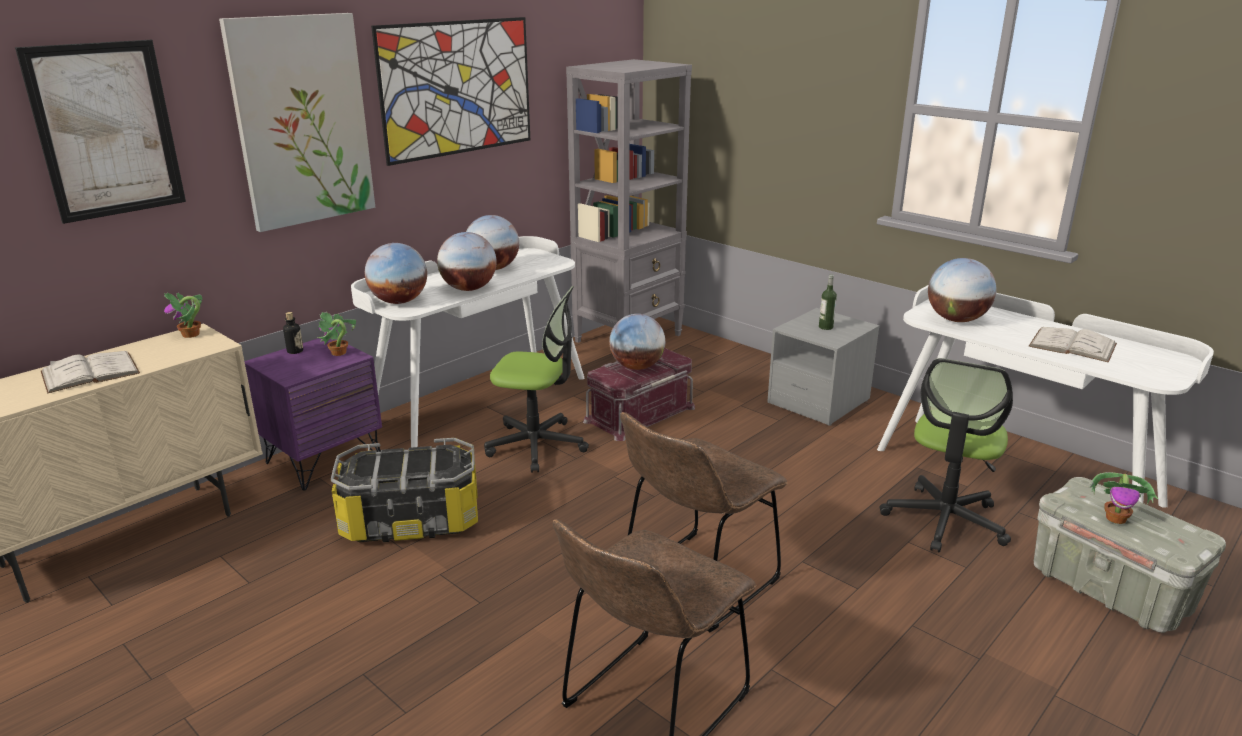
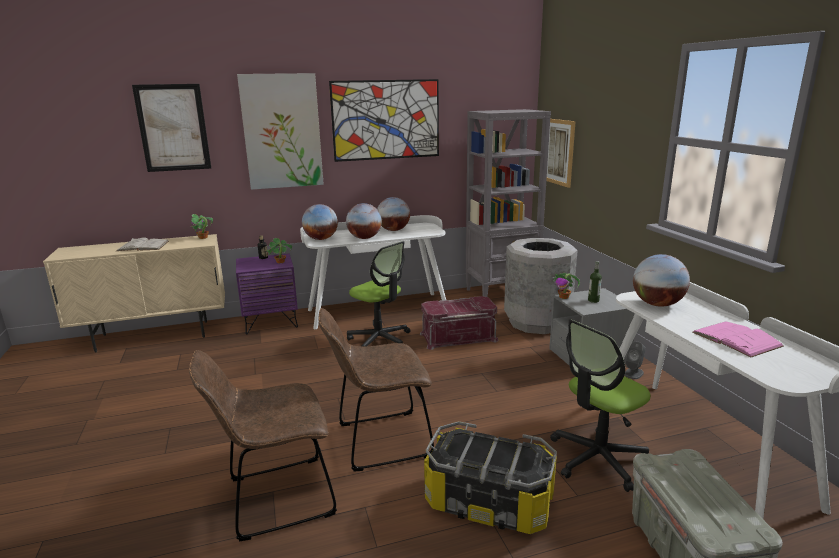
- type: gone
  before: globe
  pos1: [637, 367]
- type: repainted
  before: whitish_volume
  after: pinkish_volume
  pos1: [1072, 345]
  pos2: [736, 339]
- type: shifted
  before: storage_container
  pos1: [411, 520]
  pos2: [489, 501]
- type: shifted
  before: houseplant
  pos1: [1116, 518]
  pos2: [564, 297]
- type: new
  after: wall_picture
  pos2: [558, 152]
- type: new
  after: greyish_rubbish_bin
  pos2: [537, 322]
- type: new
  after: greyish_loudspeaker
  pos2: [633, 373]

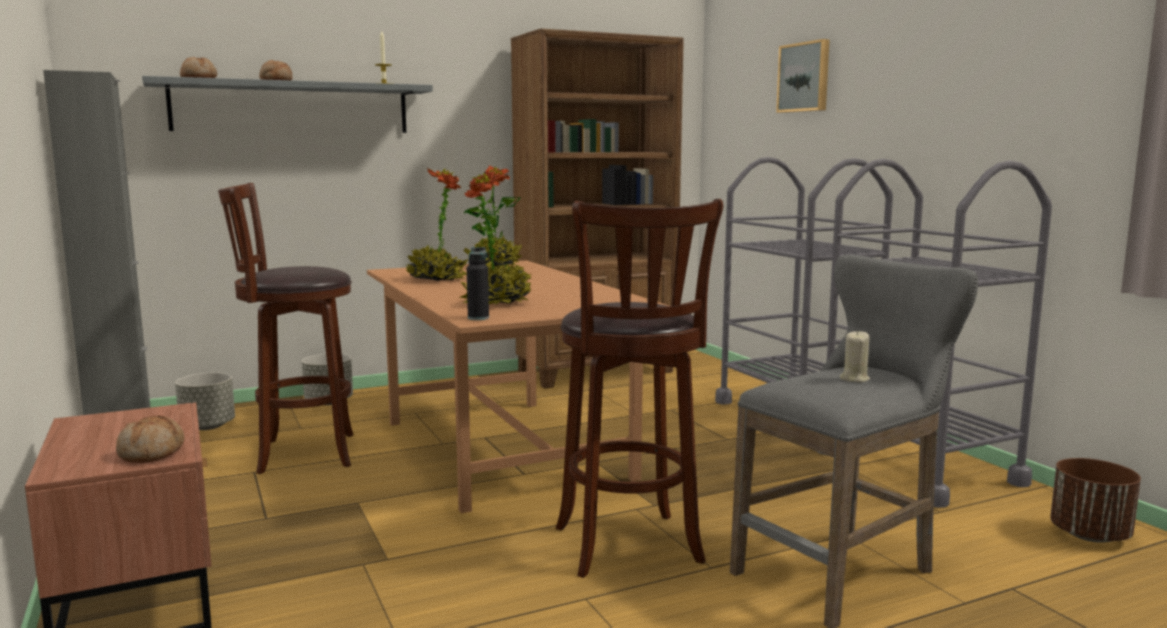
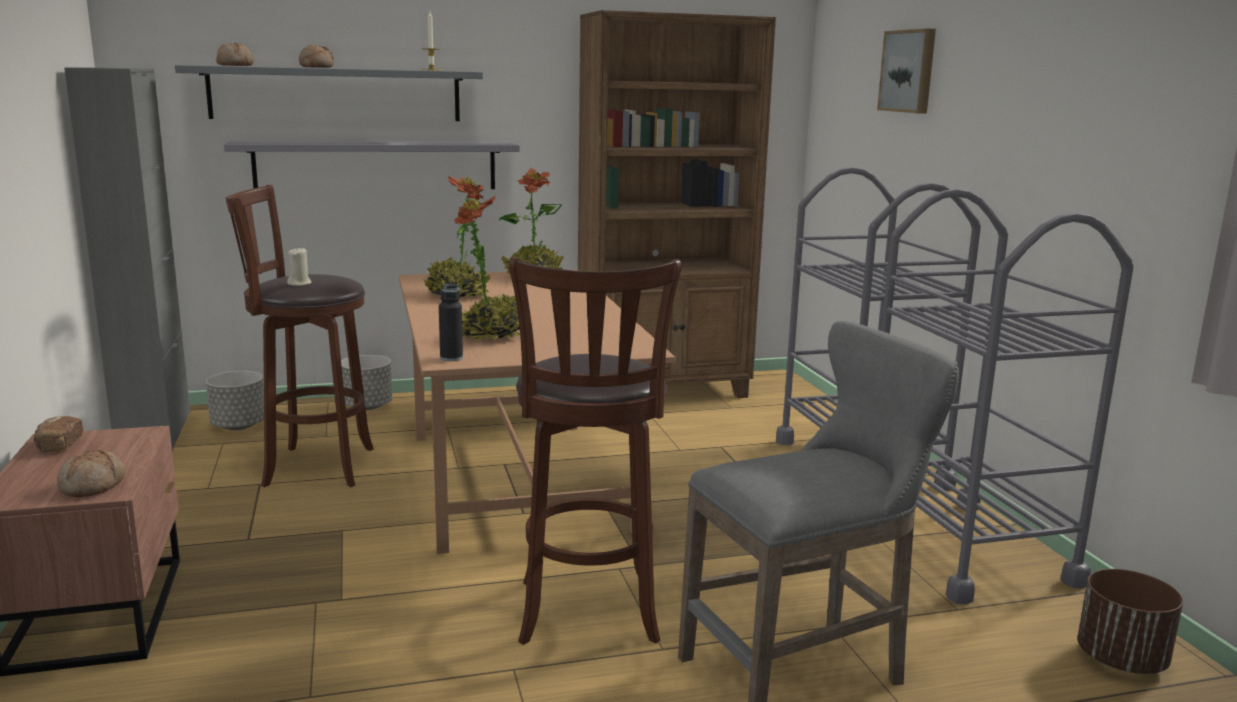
- type: shifted
  before: beige_wax_candle
  pos1: [854, 379]
  pos2: [299, 284]
- type: new
  after: greyish_wall_shelf
  pos2: [376, 165]
- type: new
  after: baked_bread
  pos2: [58, 446]

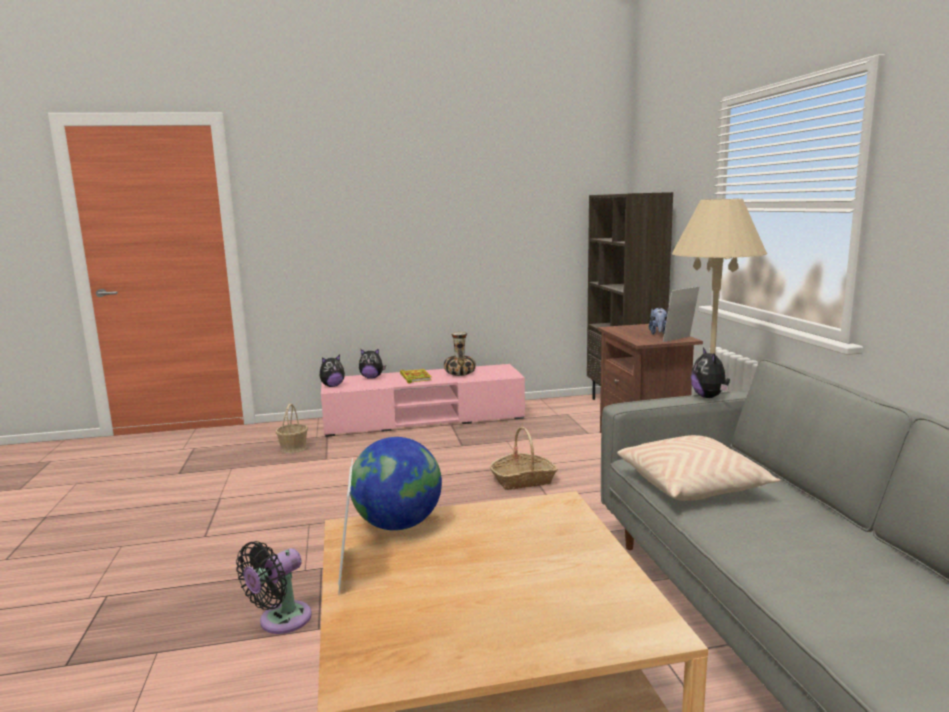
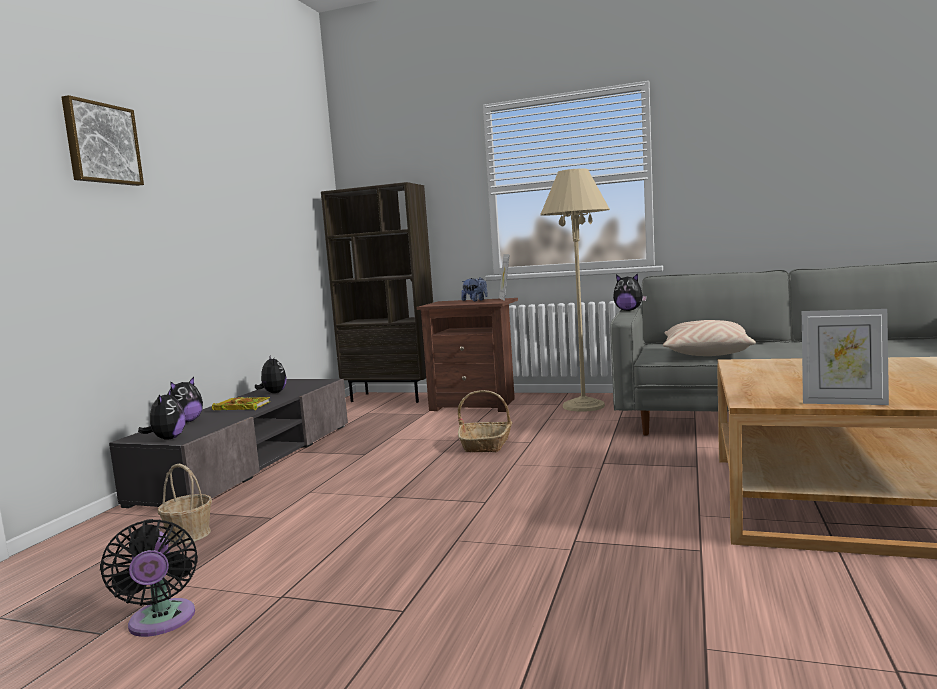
- type: swapped
  before: vase
  after: soft_toy
  pos1: [460, 373]
  pos2: [273, 393]
- type: repainted
  before: pinkish_media_console
  after: greyish_media_console
  pos1: [423, 419]
  pos2: [252, 460]
- type: gone
  before: globe
  pos1: [398, 525]
- type: shifted
  before: black-coloured_cooling_fan
  pos1: [280, 621]
  pos2: [161, 622]
- type: new
  after: wall_picture
  pos2: [101, 144]

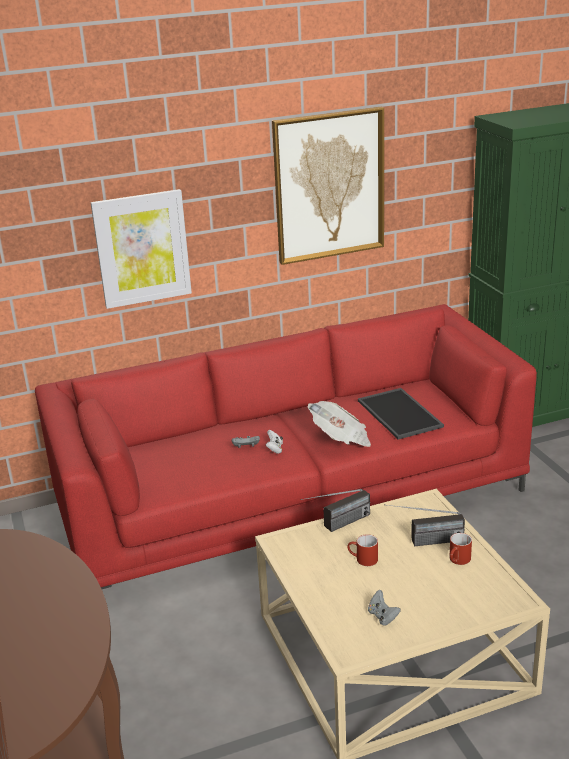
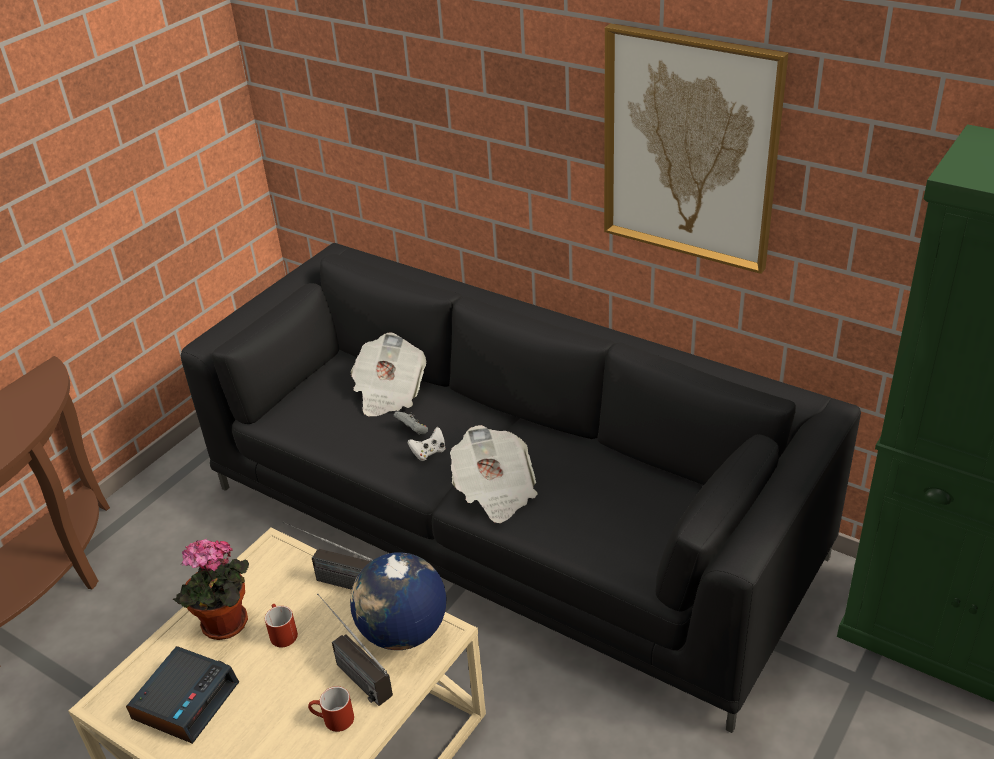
- type: gone
  before: wall_picture
  pos1: [142, 248]
- type: repainted
  before: red_couch
  after: black-coloured_couch
  pos1: [291, 499]
  pos2: [508, 522]
- type: gone
  before: carrying_tray
  pos1: [401, 413]
- type: swapped
  before: greyish_gamepad
  after: alarm_clock
  pos1: [382, 616]
  pos2: [186, 700]
- type: new
  after: newspaper
  pos2: [389, 392]
- type: new
  after: houseplant
  pos2: [224, 627]
- type: new
  after: globe
  pos2: [403, 632]

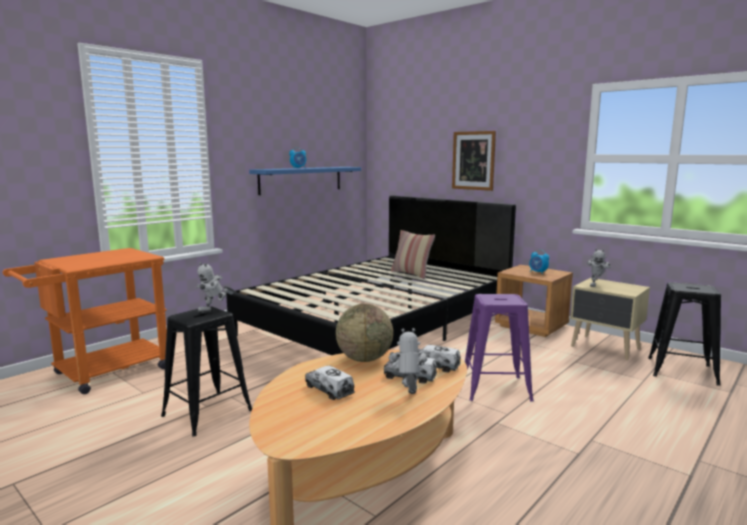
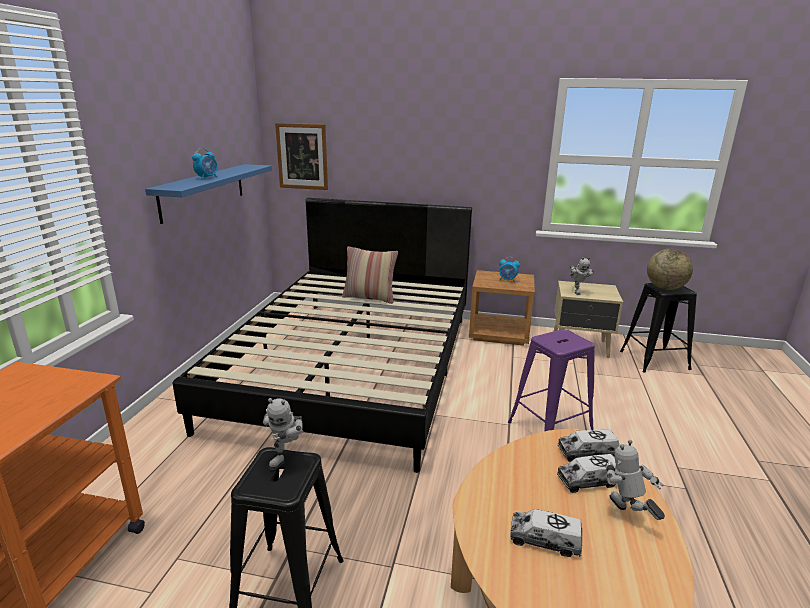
- type: shifted
  before: wall_picture
  pos1: [473, 160]
  pos2: [302, 156]
- type: shifted
  before: globe
  pos1: [364, 359]
  pos2: [665, 288]

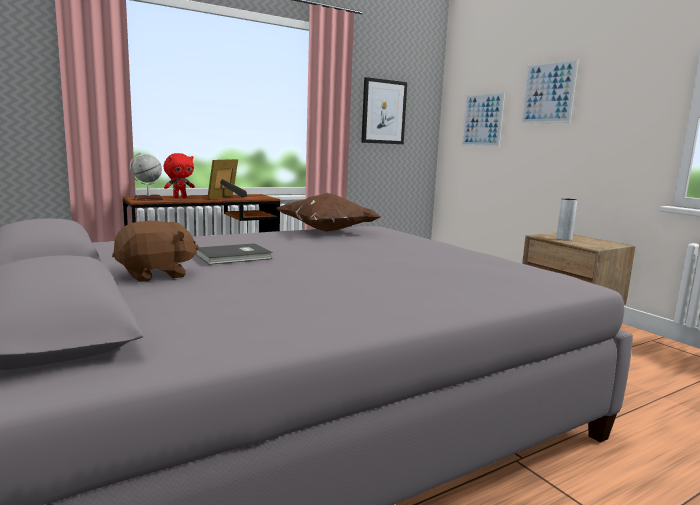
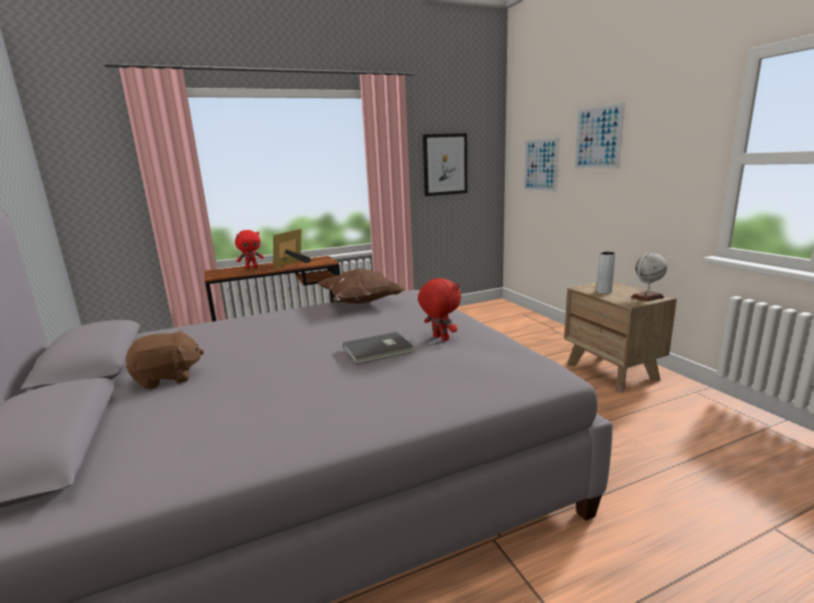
- type: shifted
  before: globe
  pos1: [148, 199]
  pos2: [647, 297]
- type: shifted
  before: greyish_volume
  pos1: [235, 256]
  pos2: [379, 350]
- type: new
  after: red_soft_toy
  pos2: [440, 338]

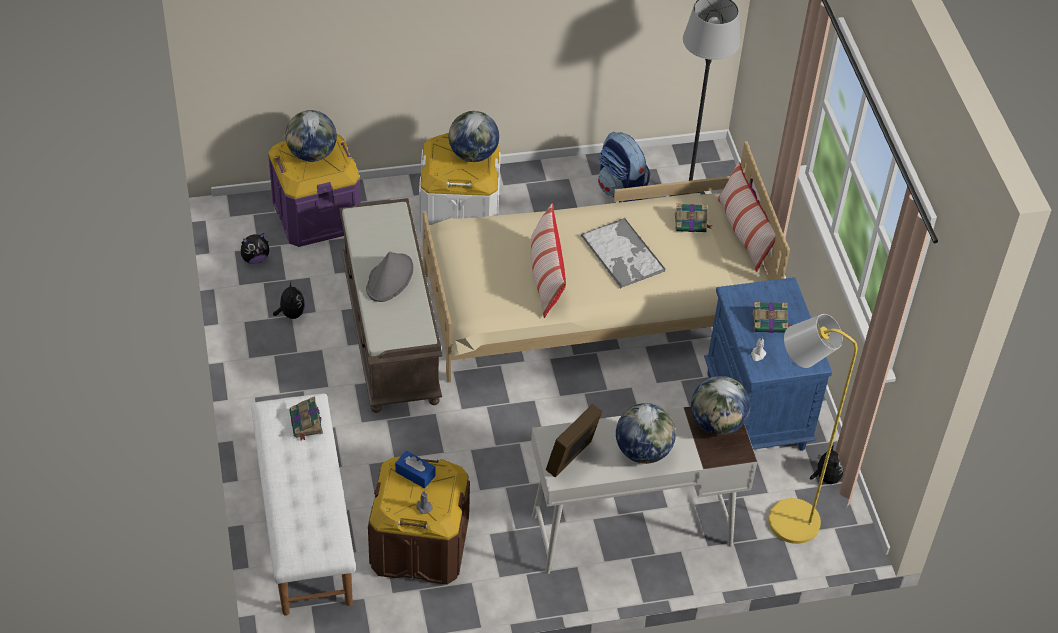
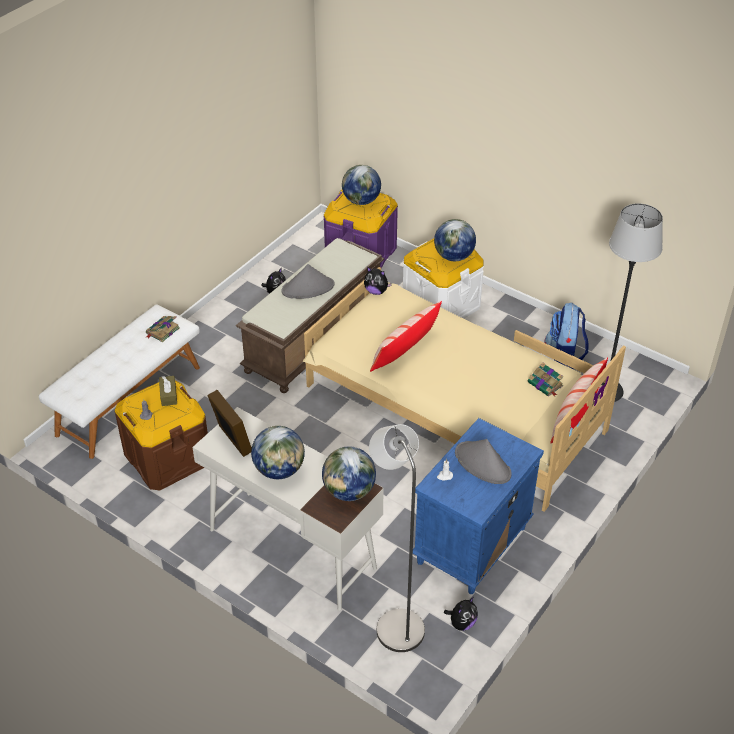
- type: gone
  before: carrying_tray
  pos1: [623, 254]
- type: shifted
  before: soft_toy
  pos1: [255, 259]
  pos2: [376, 291]
- type: swapped
  before: volume
  after: greyish_hat
  pos1: [770, 322]
  pos2: [483, 464]
- type: repainted
  before: yellowish_standing_lamp
  after: greyish_standing_lamp
  pos1: [783, 519]
  pos2: [396, 623]
- type: rotated
  before: photo_frame
  pos1: [571, 459]
  pos2: [232, 440]
  turn: 60
- type: repainted
  before: blue-coloured_tissue_holder
  after: brown_tissue_holder
  pos1: [415, 474]
  pos2: [168, 395]

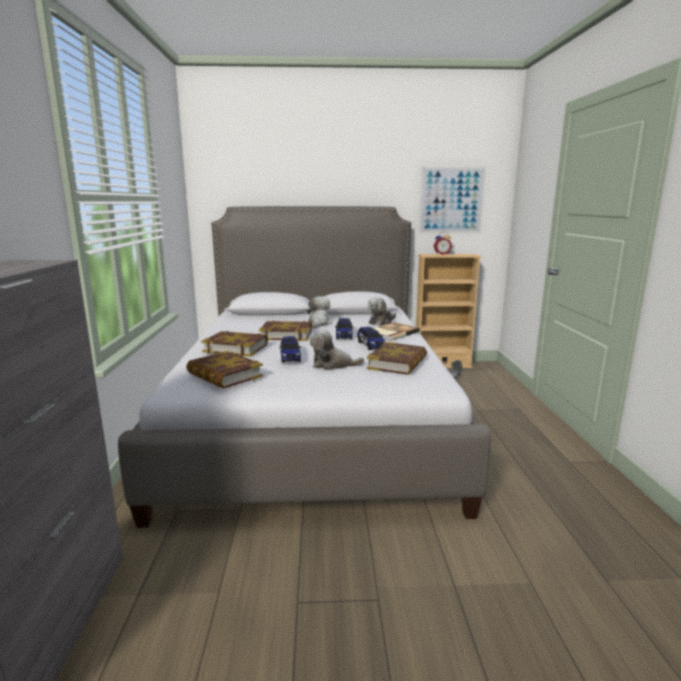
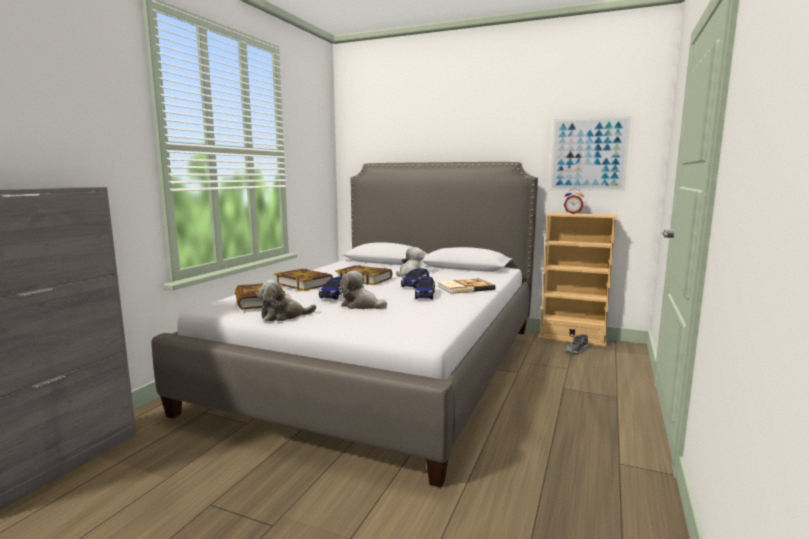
- type: shifted
  before: soft_toy
  pos1: [381, 322]
  pos2: [283, 316]
- type: gone
  before: volume
  pos1: [397, 363]

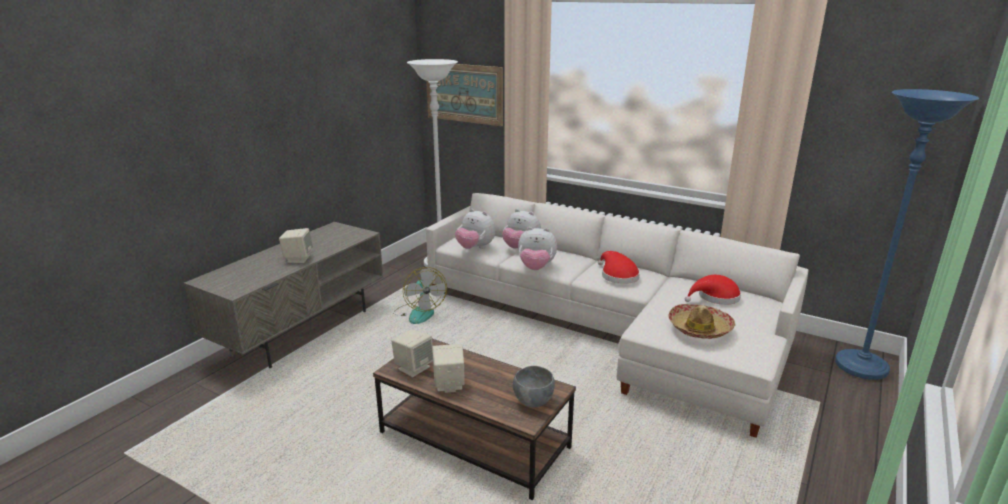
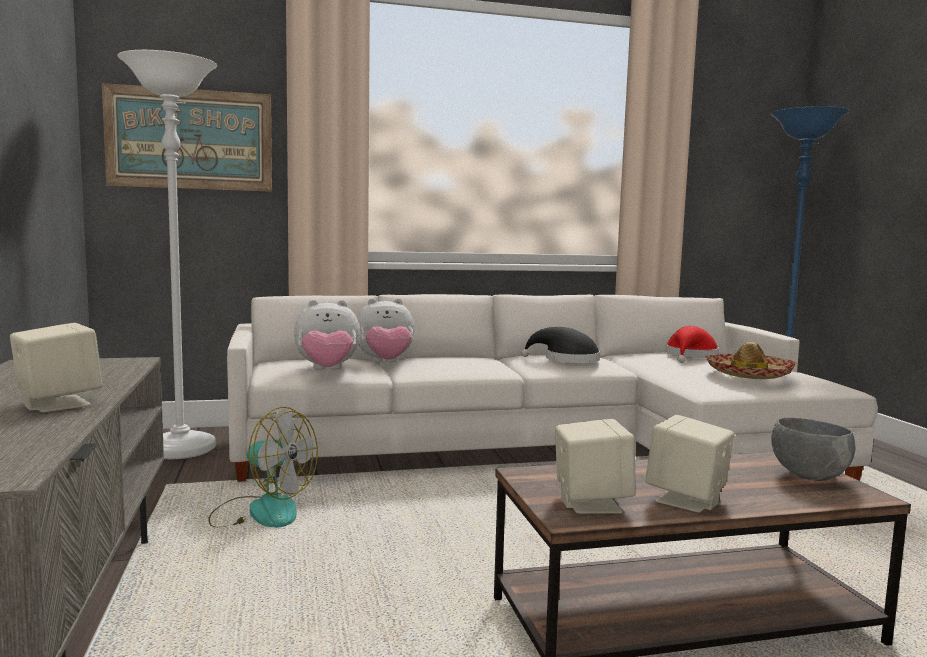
- type: gone
  before: soft_toy
  pos1: [536, 268]
- type: repainted
  before: red_hat
  after: black-coloured_hat
  pos1: [617, 275]
  pos2: [566, 360]

